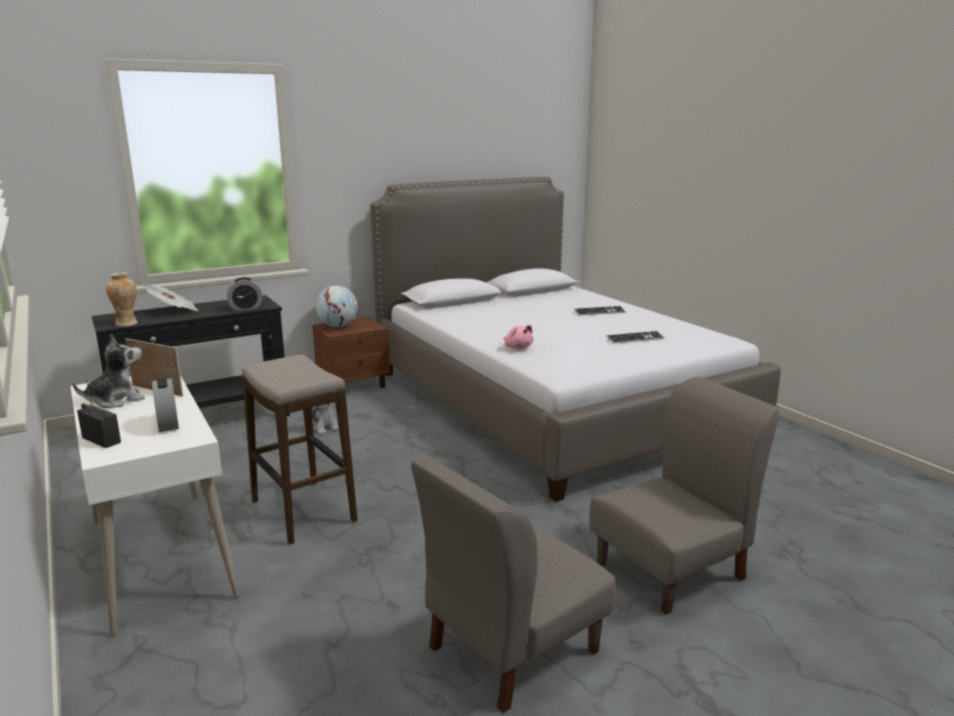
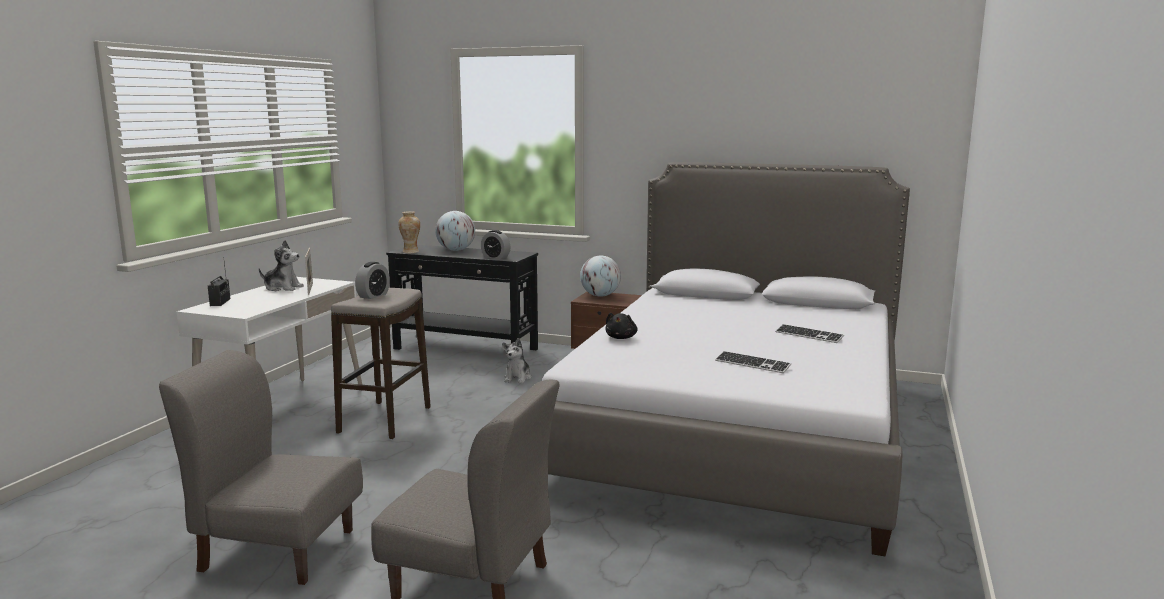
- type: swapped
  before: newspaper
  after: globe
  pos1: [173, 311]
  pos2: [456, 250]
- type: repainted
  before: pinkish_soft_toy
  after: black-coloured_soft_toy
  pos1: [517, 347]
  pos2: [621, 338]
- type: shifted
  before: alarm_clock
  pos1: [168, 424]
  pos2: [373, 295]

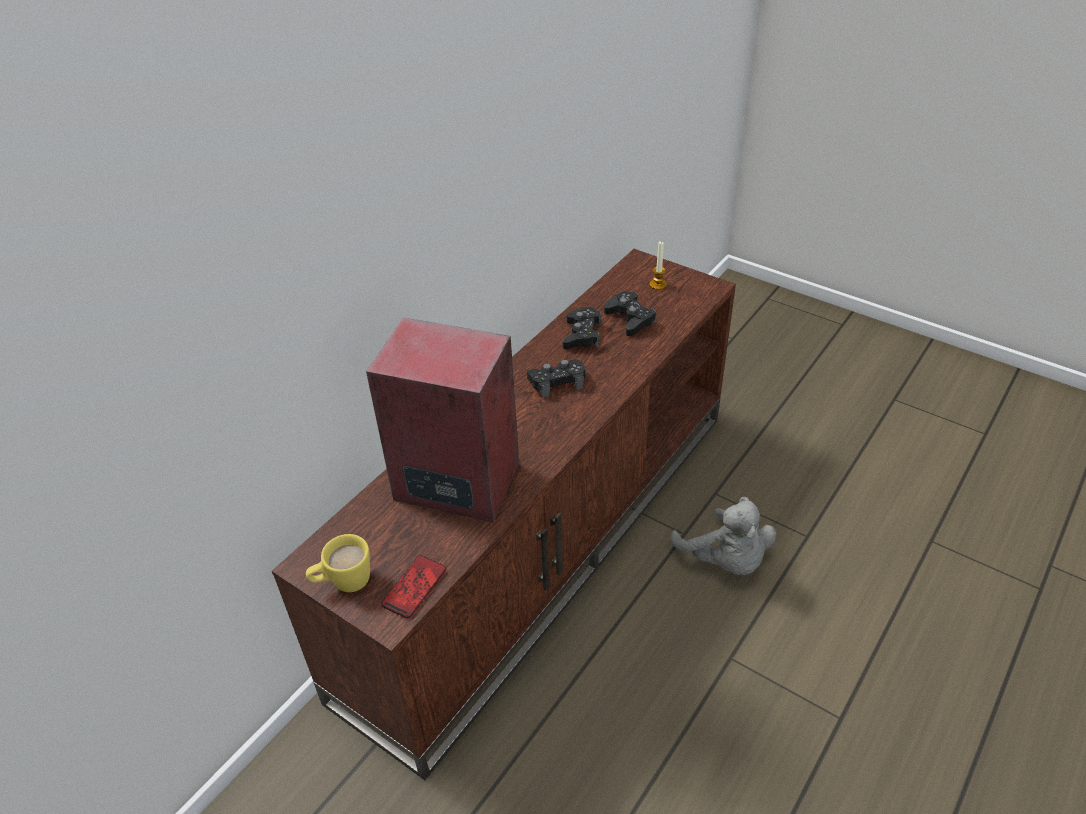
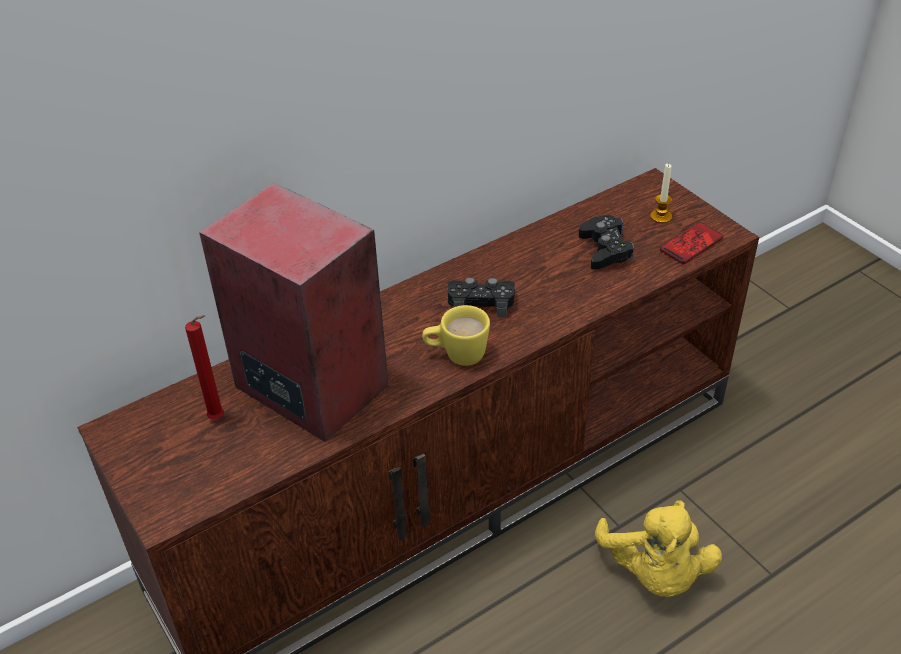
- type: gone
  before: black-coloured_gamepad
  pos1: [582, 335]
- type: repainted
  before: greyish_soft_toy
  after: yellowish_soft_toy
  pos1: [725, 560]
  pos2: [654, 572]
- type: shifted
  before: yellowish_tea_mug
  pos1: [343, 582]
  pos2: [456, 355]
- type: shifted
  before: phone
  pos1: [414, 587]
  pos2: [691, 244]
- type: new
  after: red_wax_candle
  pos2: [219, 418]

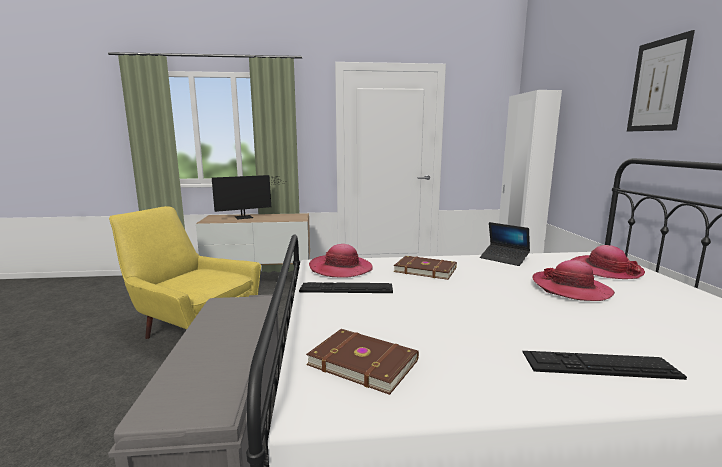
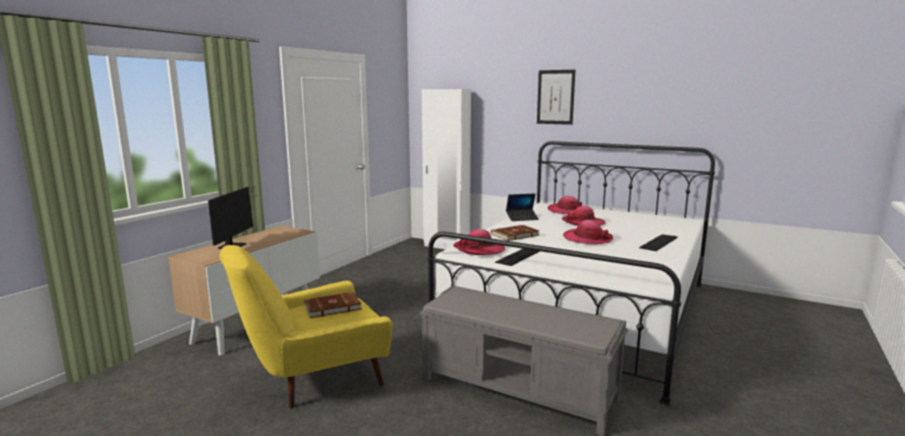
- type: shifted
  before: brown_volume
  pos1: [363, 361]
  pos2: [332, 307]
- type: new
  after: hat
  pos2: [587, 238]

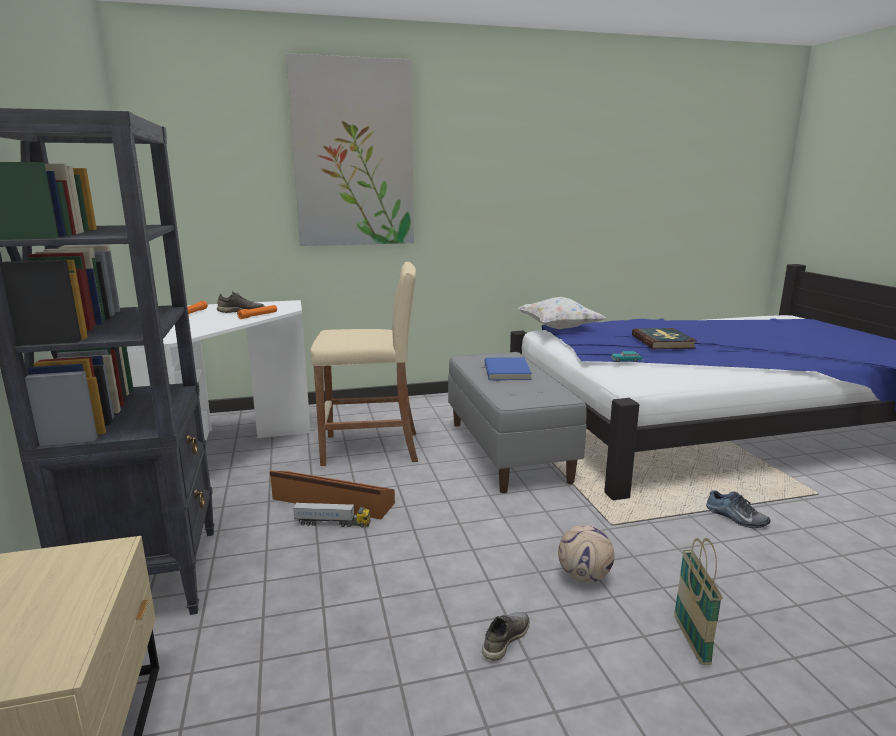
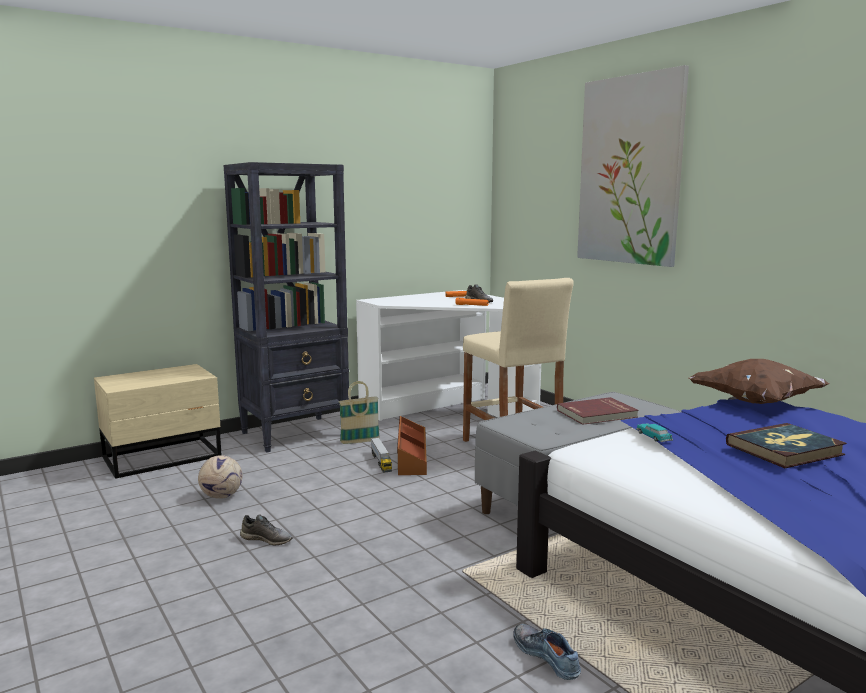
- type: repainted
  before: whitish_cushion
  after: brown_cushion
  pos1: [558, 328]
  pos2: [756, 402]
- type: repainted
  before: blue-coloured_volume
  after: red_volume
  pos1: [508, 371]
  pos2: [597, 414]
- type: rotated
  before: low_shoe
  pos1: [735, 517]
  pos2: [547, 656]
  turn: 120
- type: shifted
  before: ball_for_football
  pos1: [584, 577]
  pos2: [221, 496]
- type: shifted
  before: household_basket
  pos1: [691, 640]
  pos2: [360, 441]

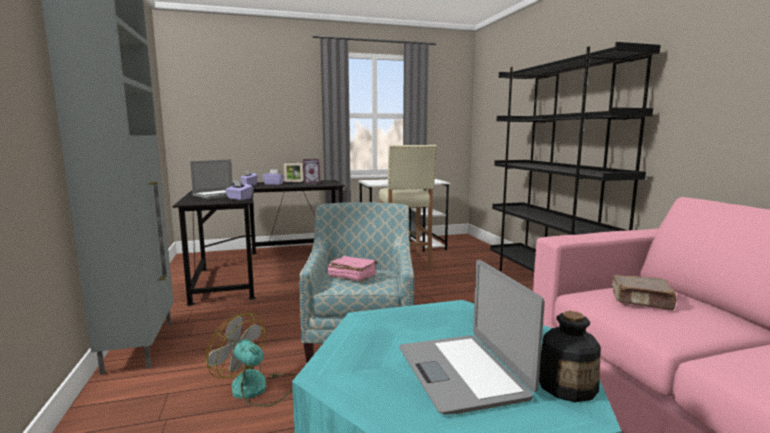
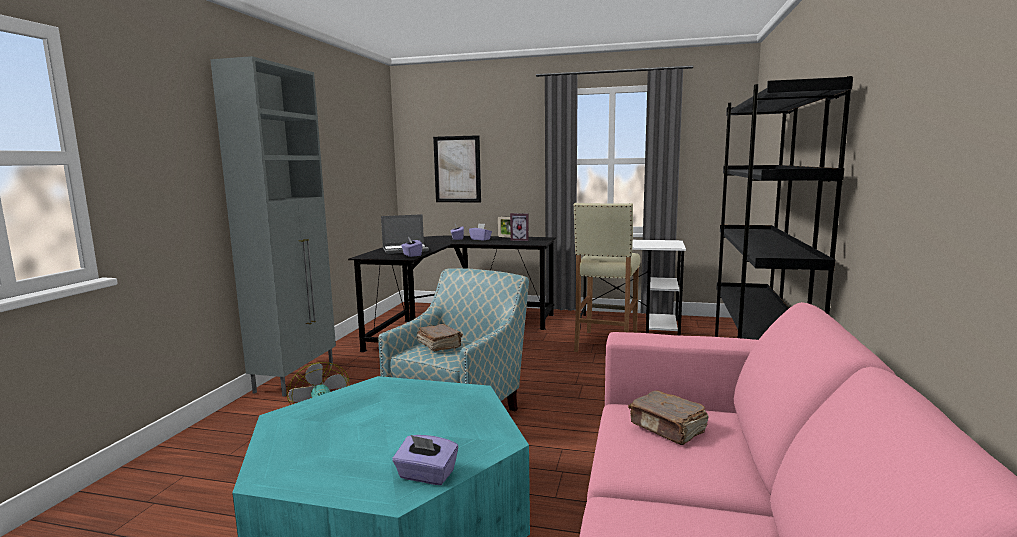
- type: repainted
  before: pinkish_volume
  after: brown_volume
  pos1: [352, 276]
  pos2: [439, 345]
- type: gone
  before: laptop
  pos1: [462, 372]
- type: swapped
  before: bottle
  after: purple_tissue_holder
  pos1: [567, 386]
  pos2: [426, 475]
- type: new
  after: wall_picture
  pos2: [457, 169]

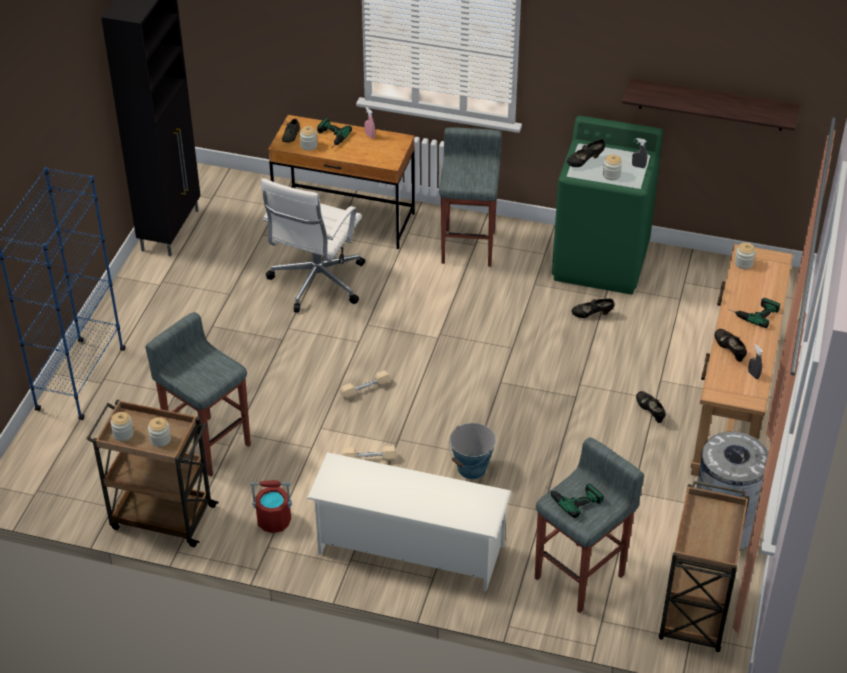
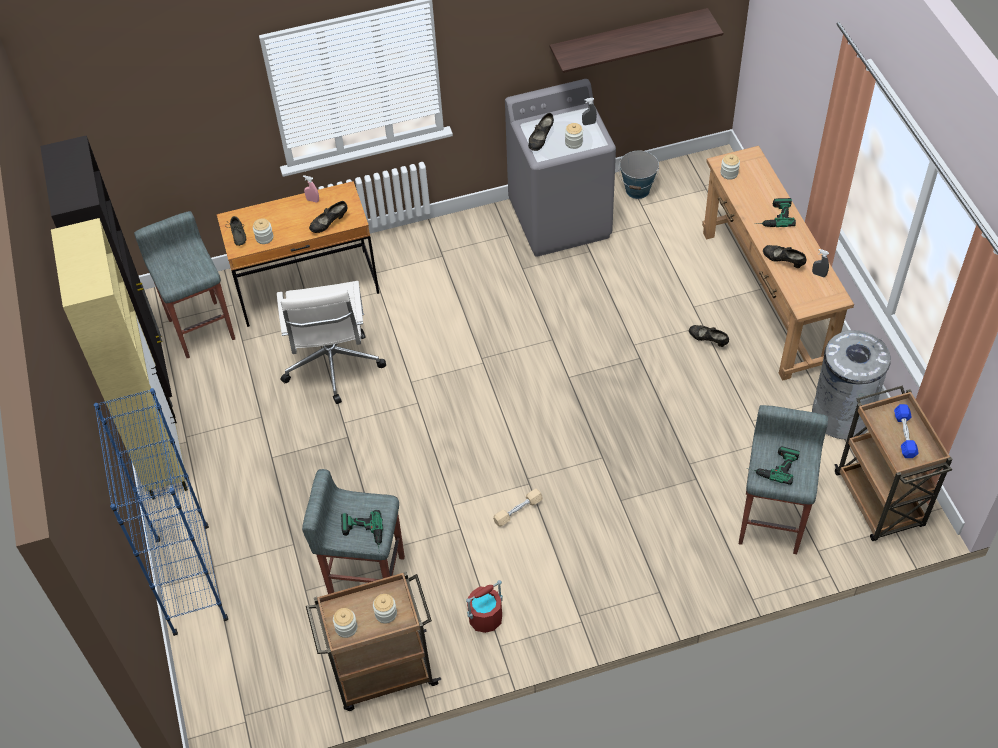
- type: repainted
  before: green-coloured_laundry_appliance
  after: greyish_laundry_appliance
  pos1: [601, 261]
  pos2: [560, 219]
- type: shifted
  before: power_drill
  pos1: [330, 137]
  pos2: [363, 535]
- type: shifted
  before: greyish_stool_seat
  pos1: [469, 246]
  pos2: [202, 328]
- type: shifted
  before: black-coloured_low_shoe
  pos1: [592, 315]
  pos2: [329, 224]
- type: gone
  before: beige_hand_weight
  pos1: [365, 389]
- type: shifted
  before: water_bucket
  pos1: [472, 468]
  pos2: [637, 190]
- type: gone
  before: whitish_shoe_shelf
  pos1: [409, 549]
- type: new
  after: beige_cupboard
  pos2: [163, 459]
- type: new
  after: blue-coloured_hand_weight
  pos2: [904, 435]

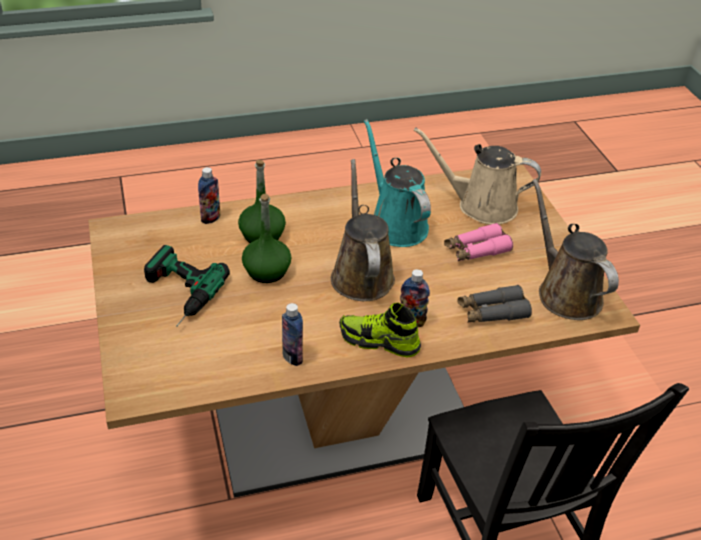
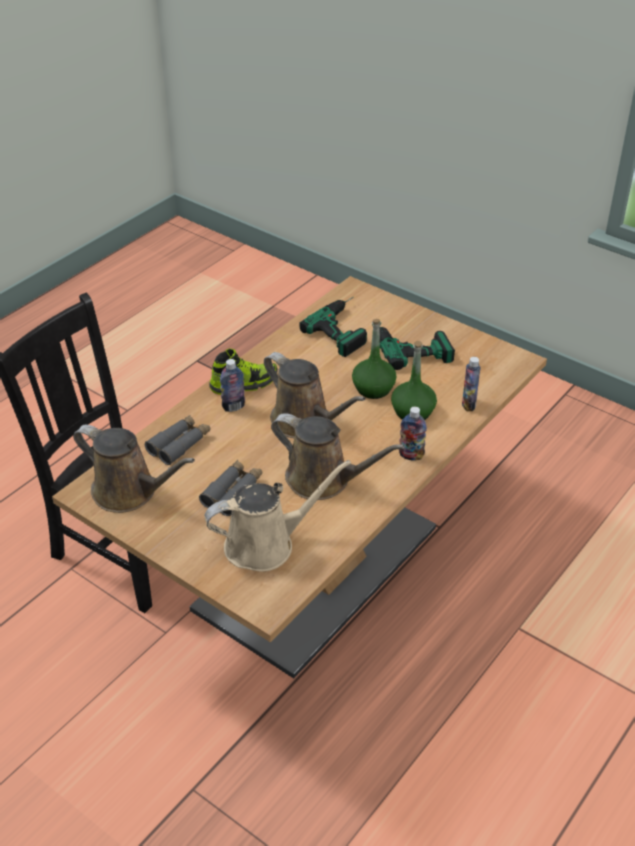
- type: repainted
  before: turquoise-coloured_watering_pot
  after: brown_watering_pot
  pos1: [395, 224]
  pos2: [323, 480]
- type: repainted
  before: pinkish_field_glasses
  after: greyish_field_glasses
  pos1: [476, 250]
  pos2: [233, 492]
- type: shifted
  before: bottle
  pos1: [292, 357]
  pos2: [411, 455]
- type: new
  after: power_drill
  pos2: [345, 328]

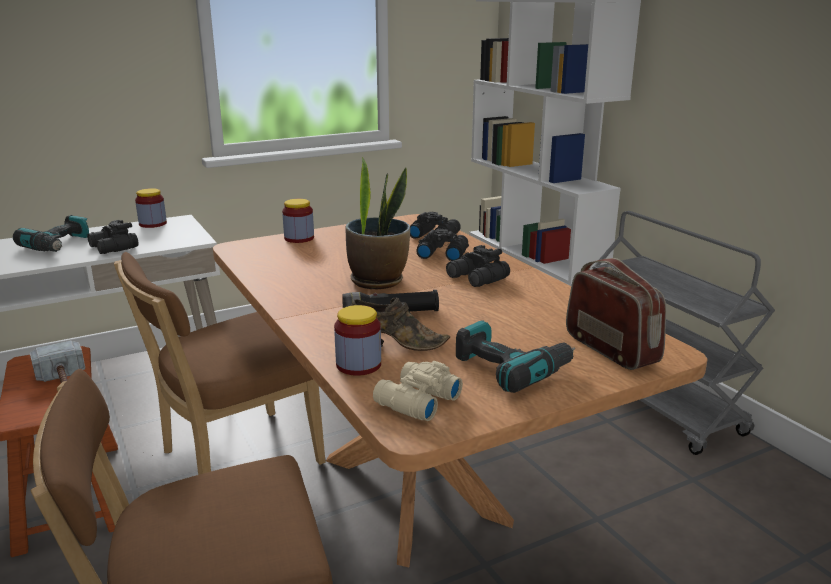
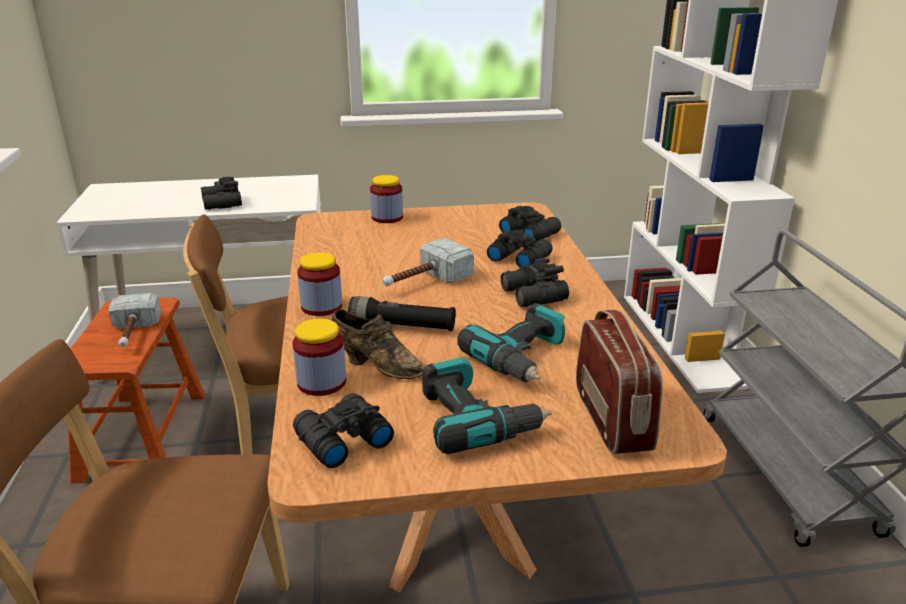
- type: swapped
  before: houseplant
  after: hammer
  pos1: [378, 280]
  pos2: [424, 281]
- type: shifted
  before: storage_jar
  pos1: [153, 224]
  pos2: [321, 306]
- type: shifted
  before: power_drill
  pos1: [60, 245]
  pos2: [522, 358]
- type: repainted
  before: beige_field_glasses
  after: black-coloured_field_glasses
  pos1: [415, 401]
  pos2: [341, 440]

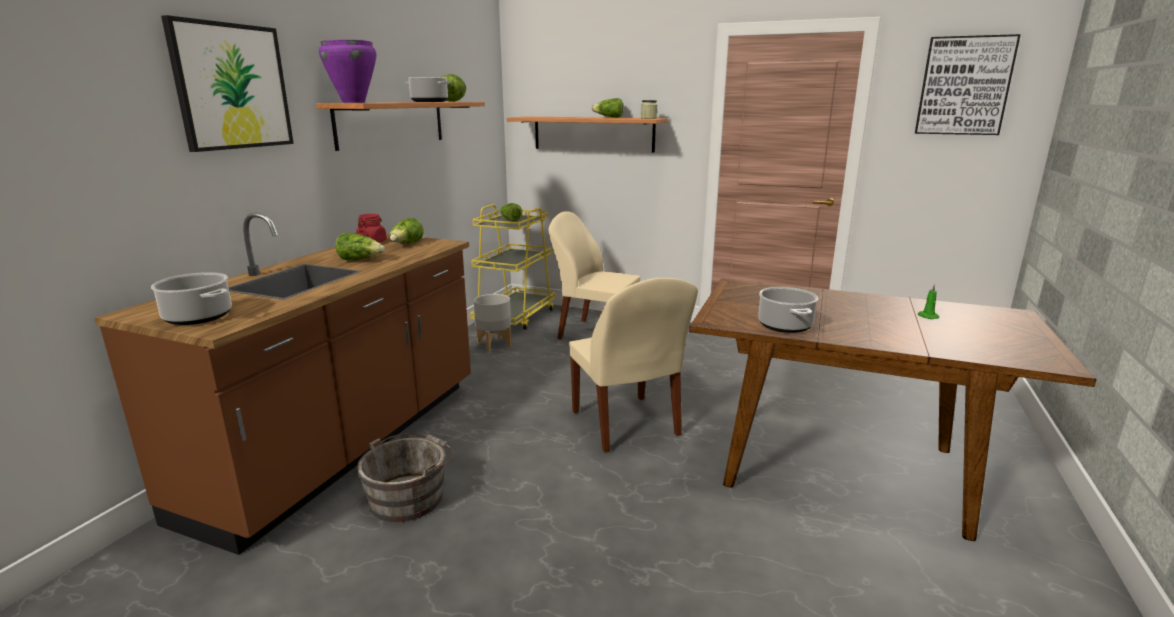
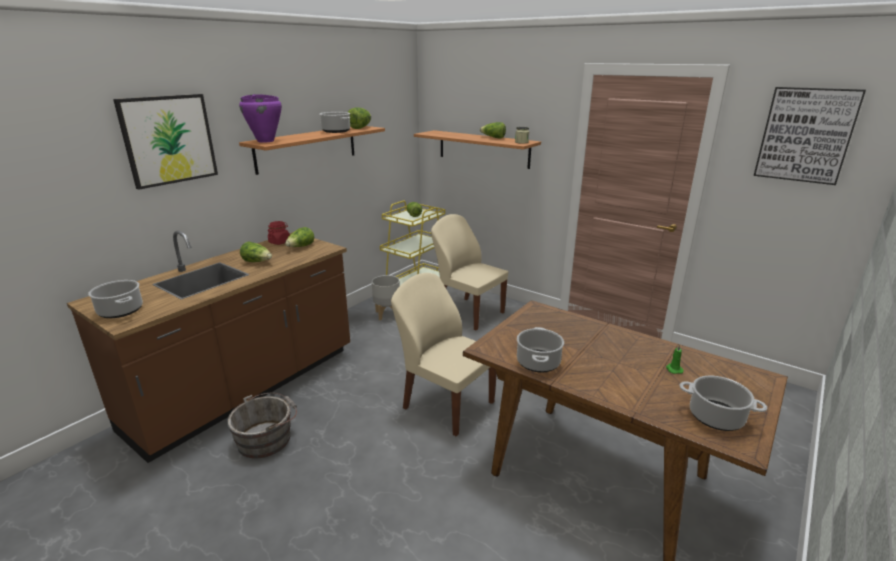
- type: rotated
  before: beige_chair
  pos1: [626, 425]
  pos2: [446, 404]
  turn: 135
- type: new
  after: stockpot
  pos2: [716, 417]

